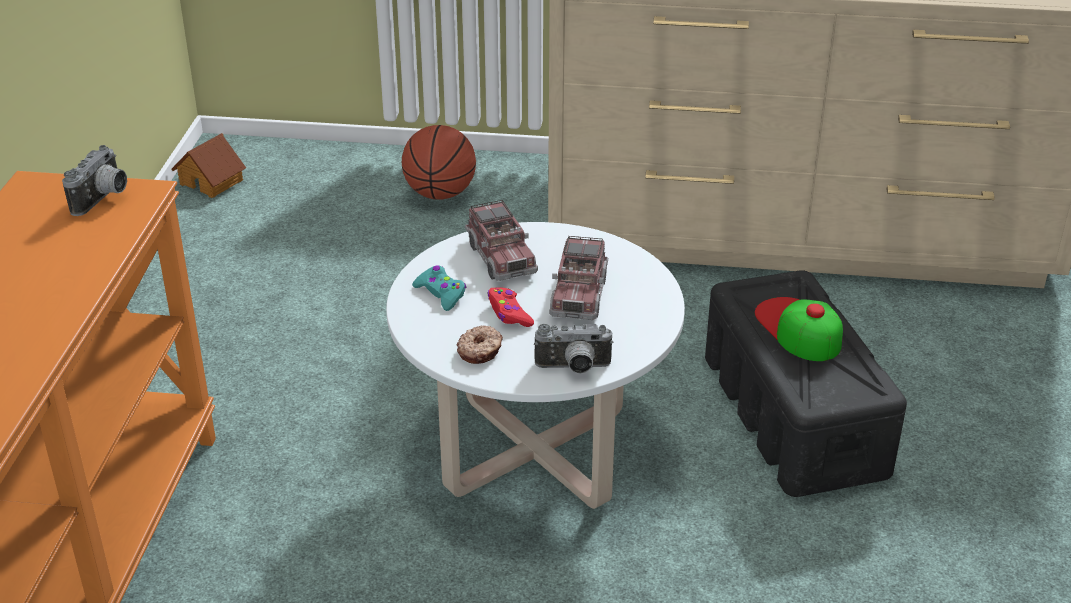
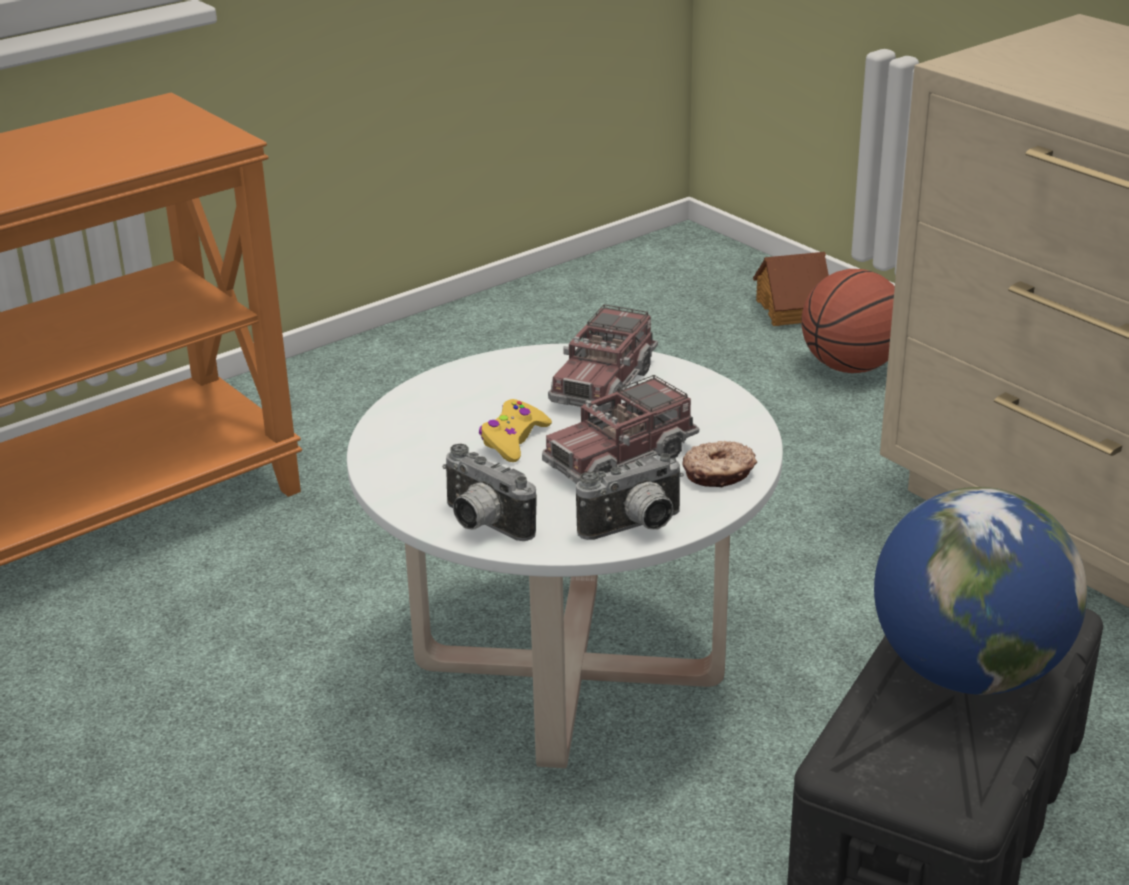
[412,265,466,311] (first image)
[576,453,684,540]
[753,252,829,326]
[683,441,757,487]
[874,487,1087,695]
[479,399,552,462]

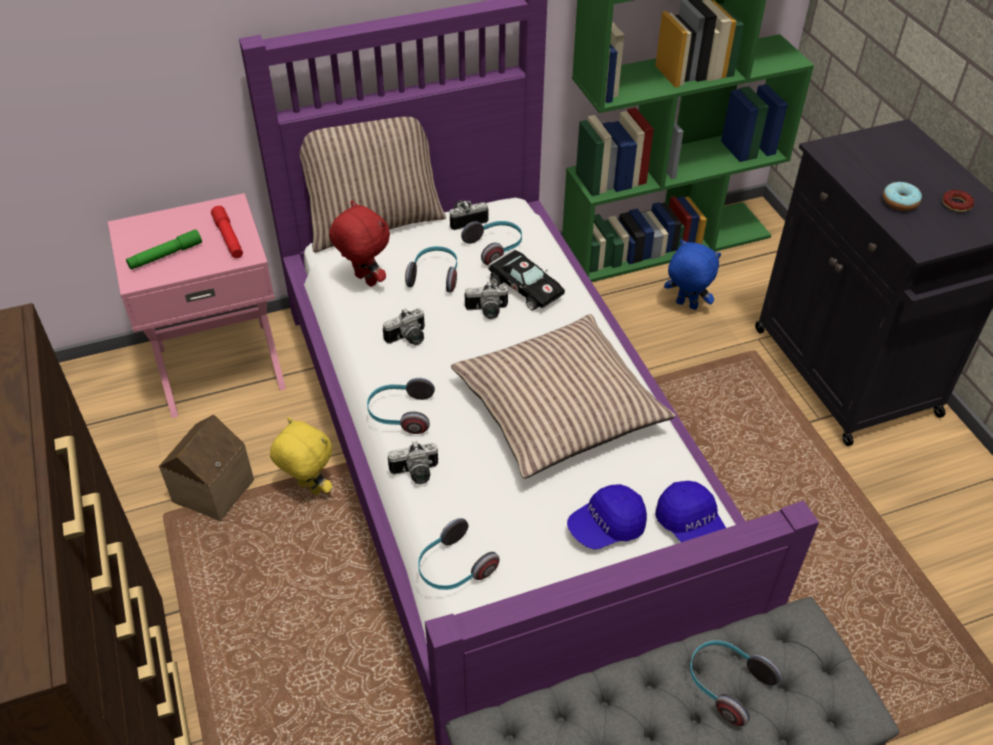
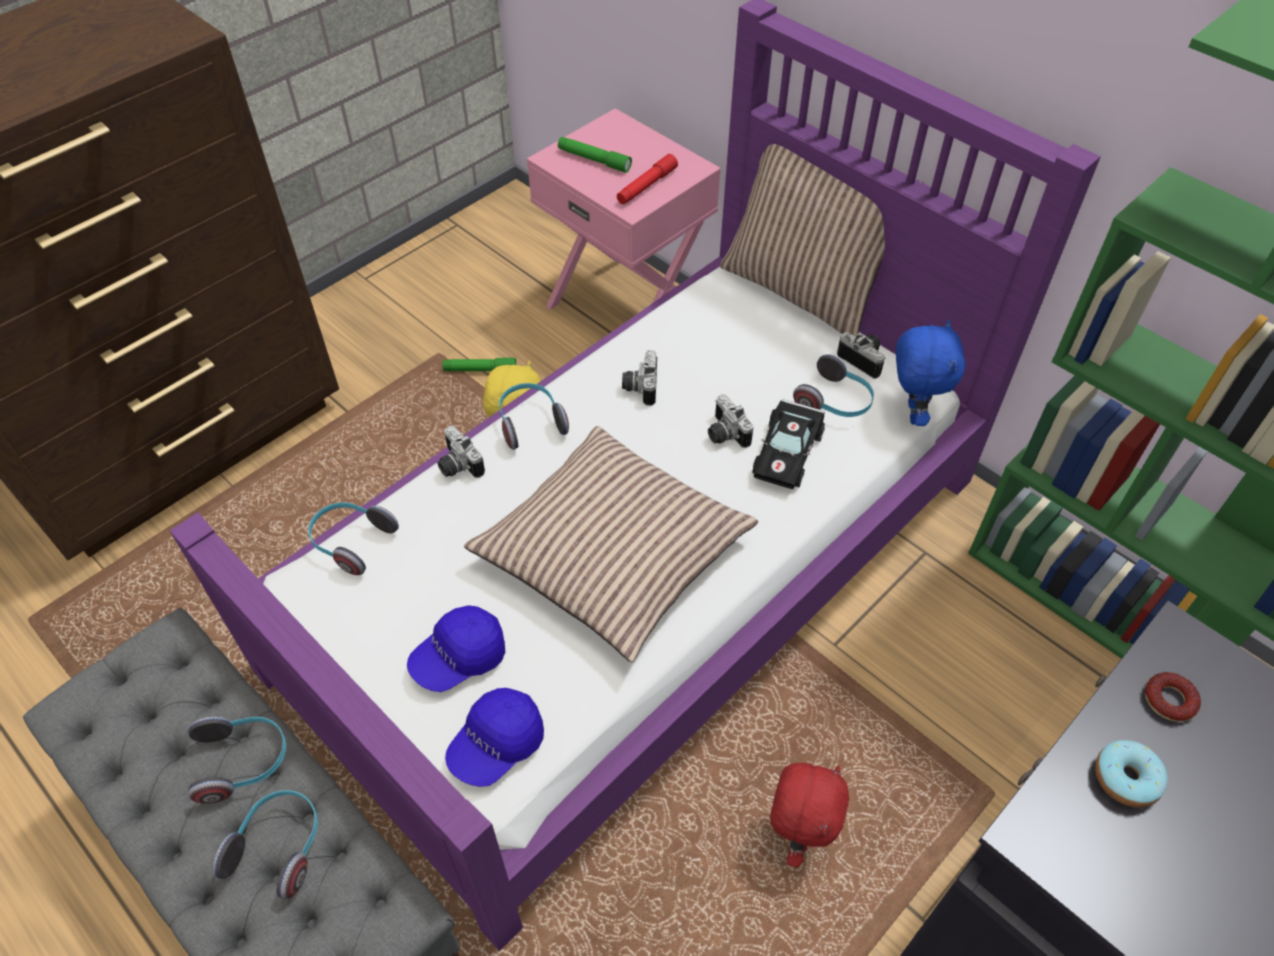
[770,763,849,867]
[188,716,286,804]
[896,319,965,426]
[1145,672,1201,722]
[443,358,516,371]
[622,351,657,406]
[407,605,505,692]

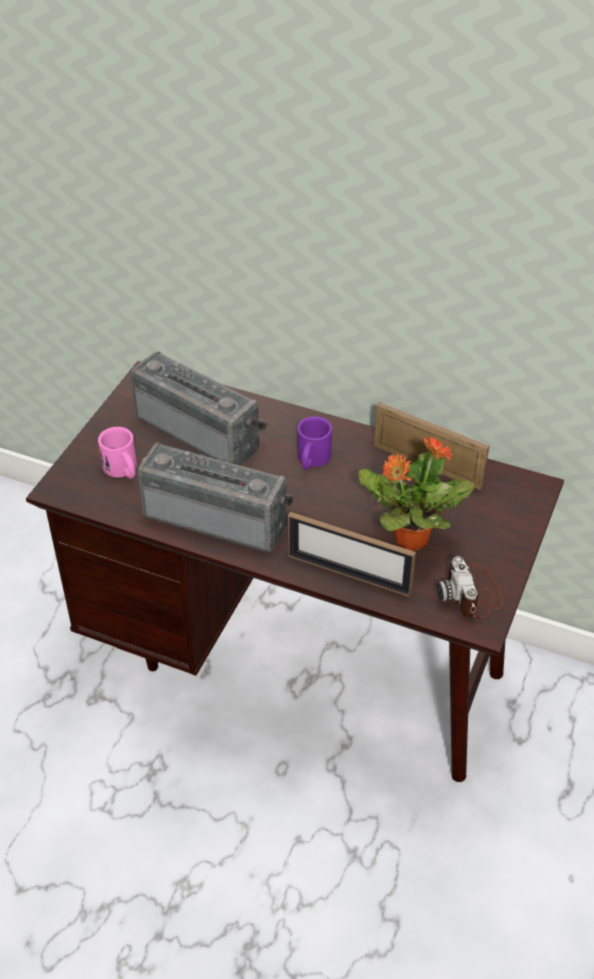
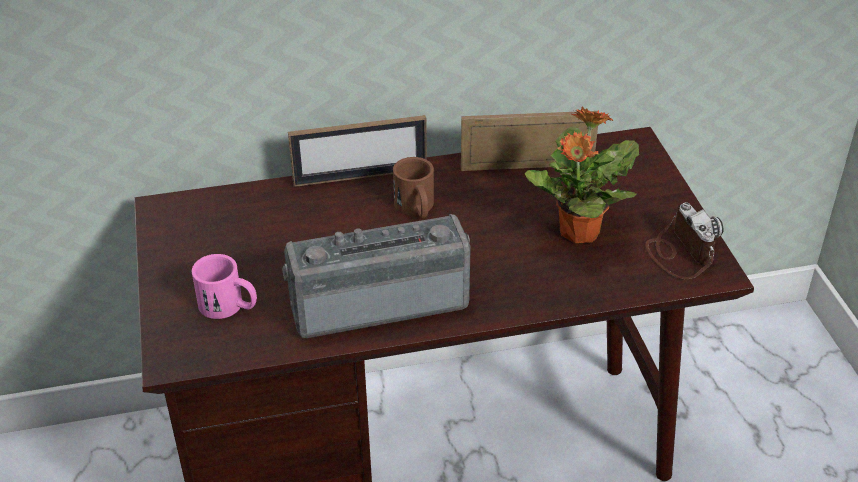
[131,352,268,465] (first image)
[288,115,427,187]
[393,157,434,218]
[645,202,723,279]

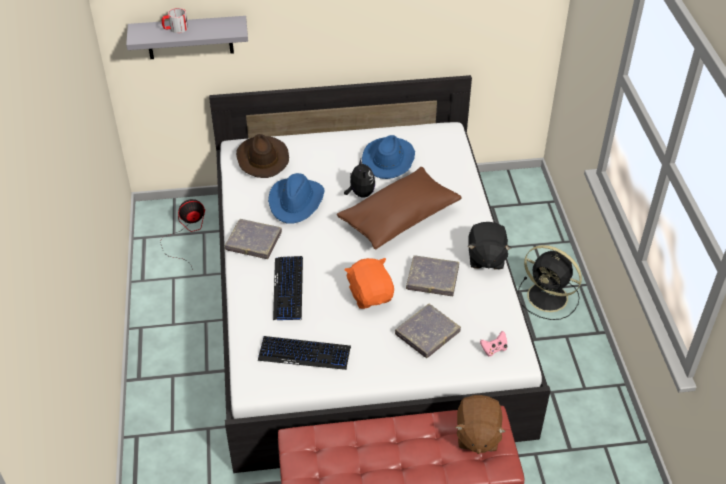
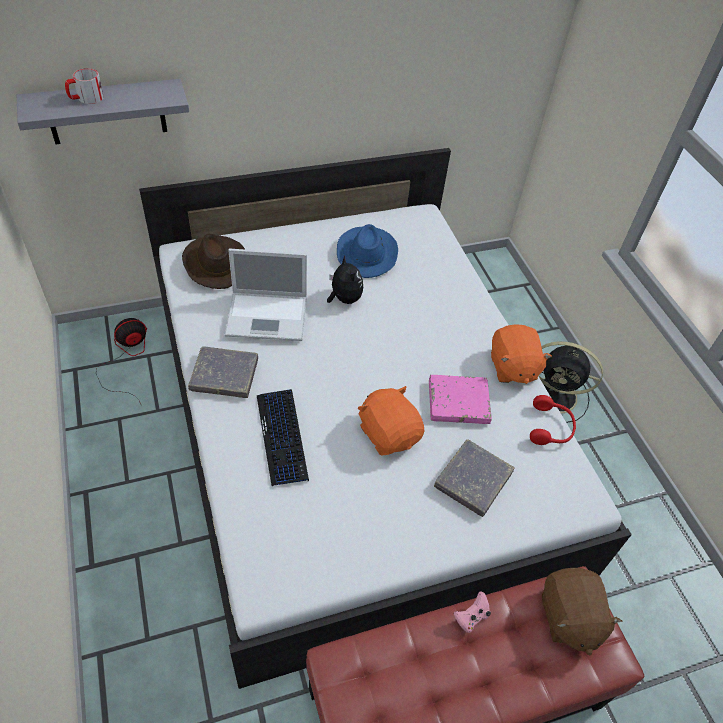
[258,336,351,370] (first image)
[337,167,462,250] (first image)
[530,395,576,445]
[454,591,491,633]
[225,249,307,341]
[429,375,492,424]
[491,324,552,384]

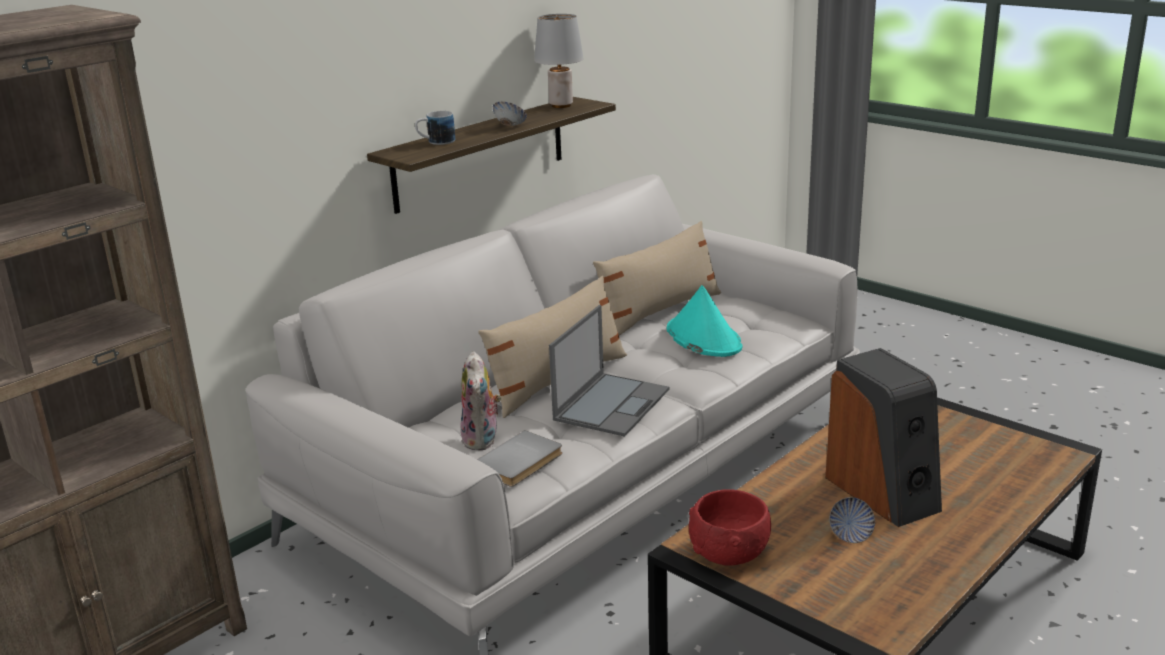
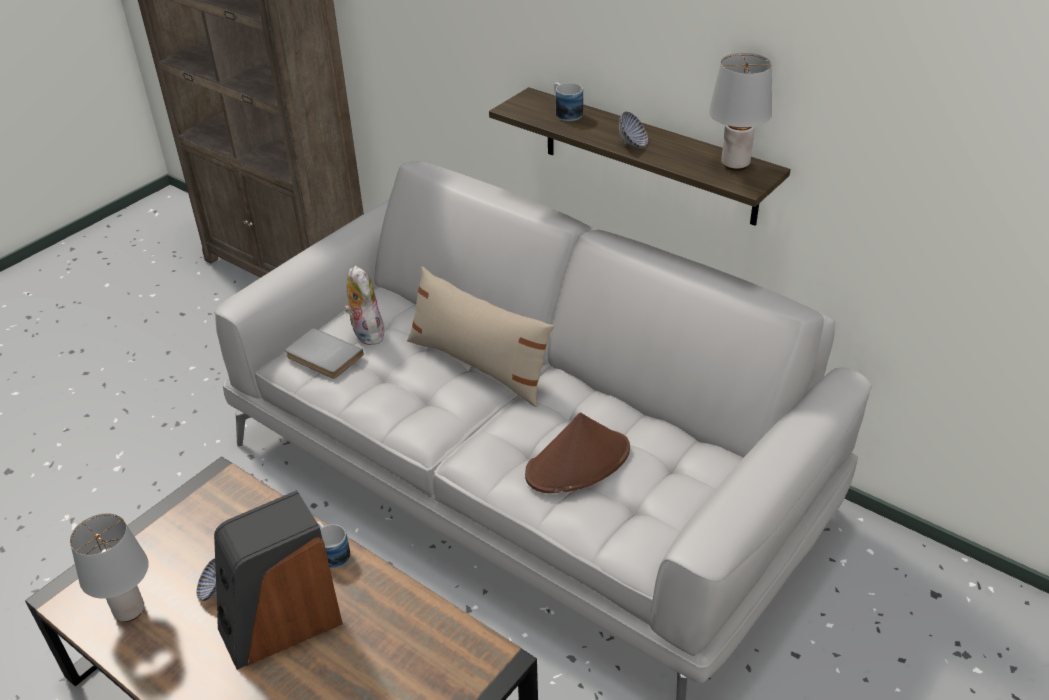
[549,305,669,437] (first image)
[593,221,721,336] (first image)
[689,489,771,566] (first image)
[70,513,149,622]
[317,521,350,568]
[525,413,630,493]
[344,266,384,345]

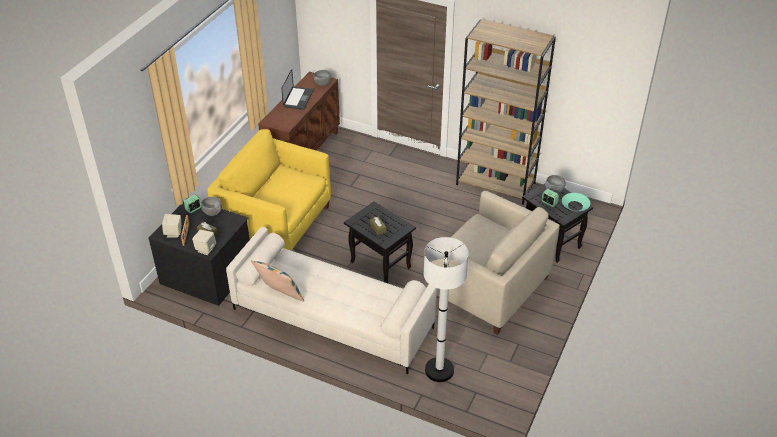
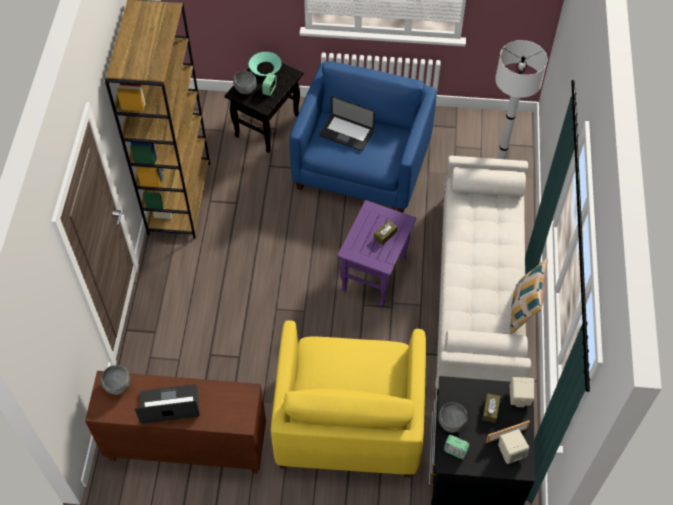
[319,96,375,151]
[337,200,417,306]
[289,61,437,213]

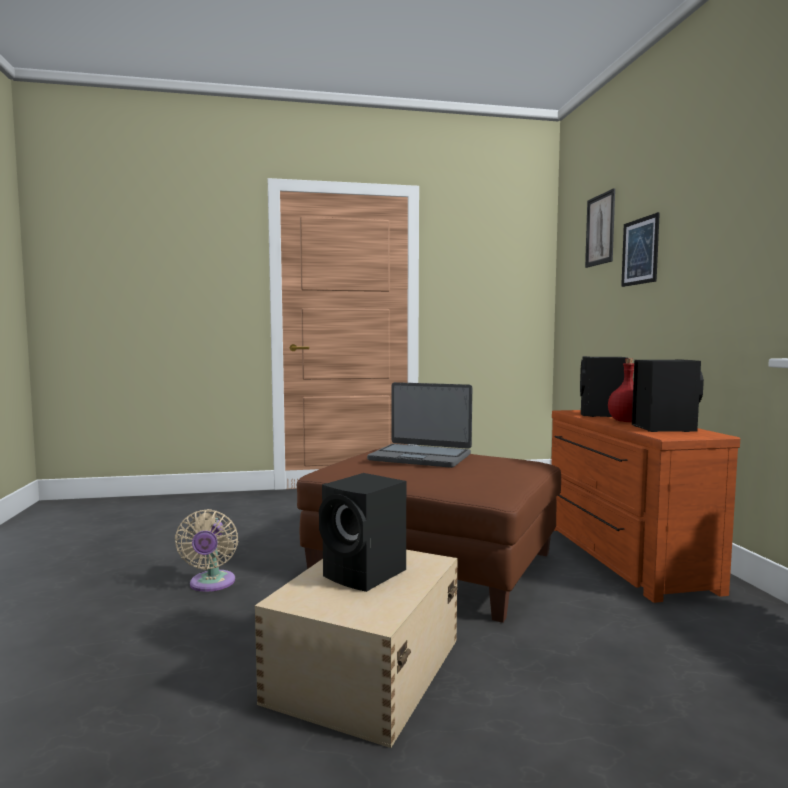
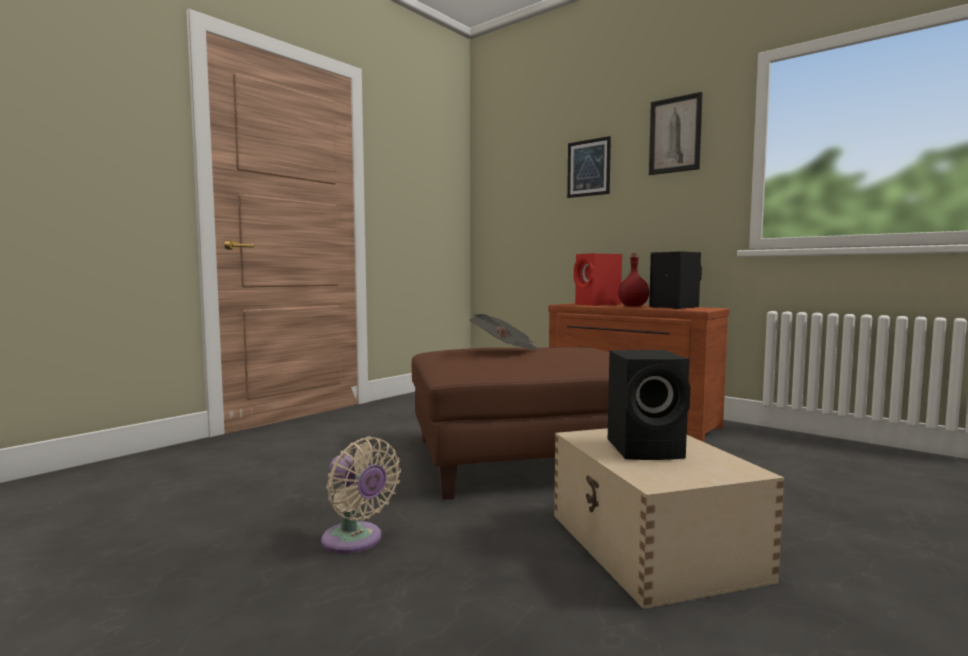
[649,92,702,175]
[470,314,539,349]
[574,253,622,306]

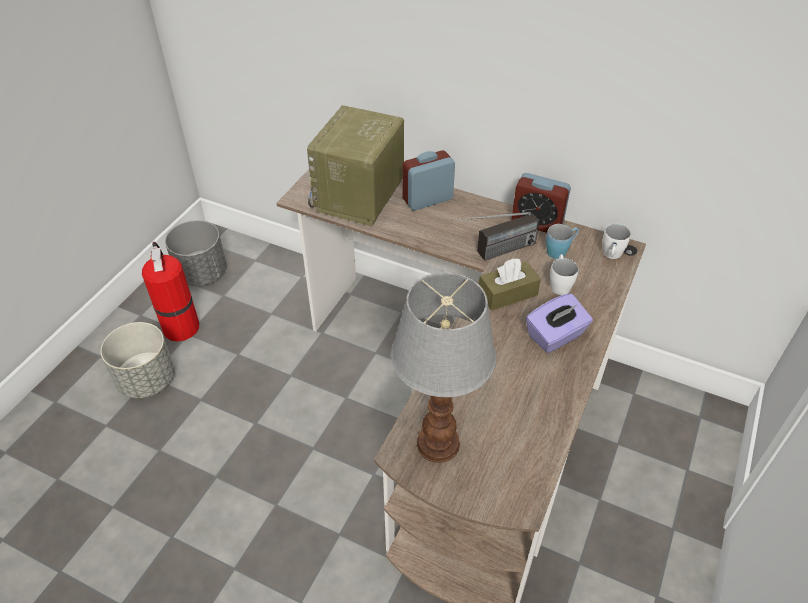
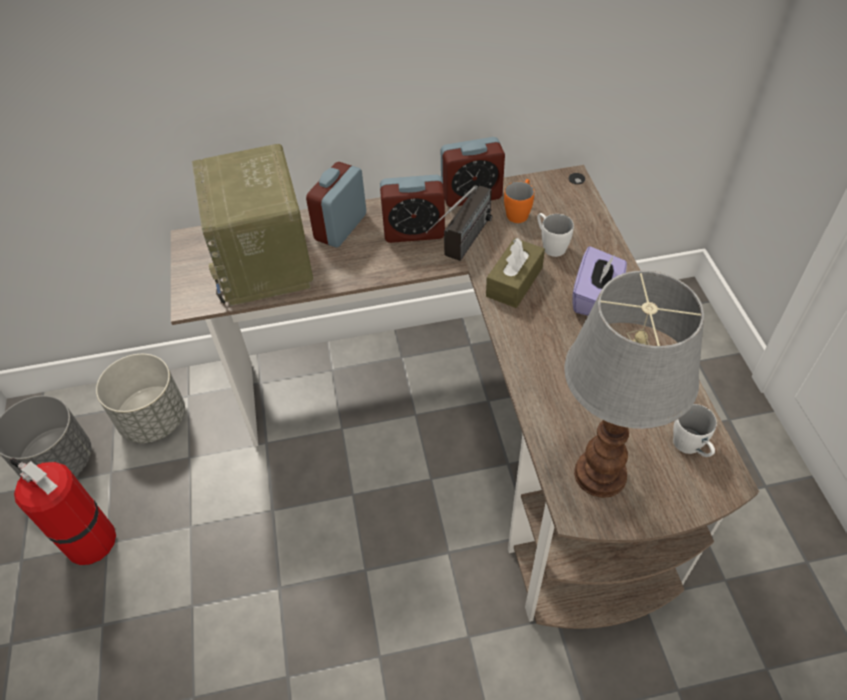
[380,175,445,243]
[96,354,185,443]
[673,404,717,457]
[504,179,534,223]

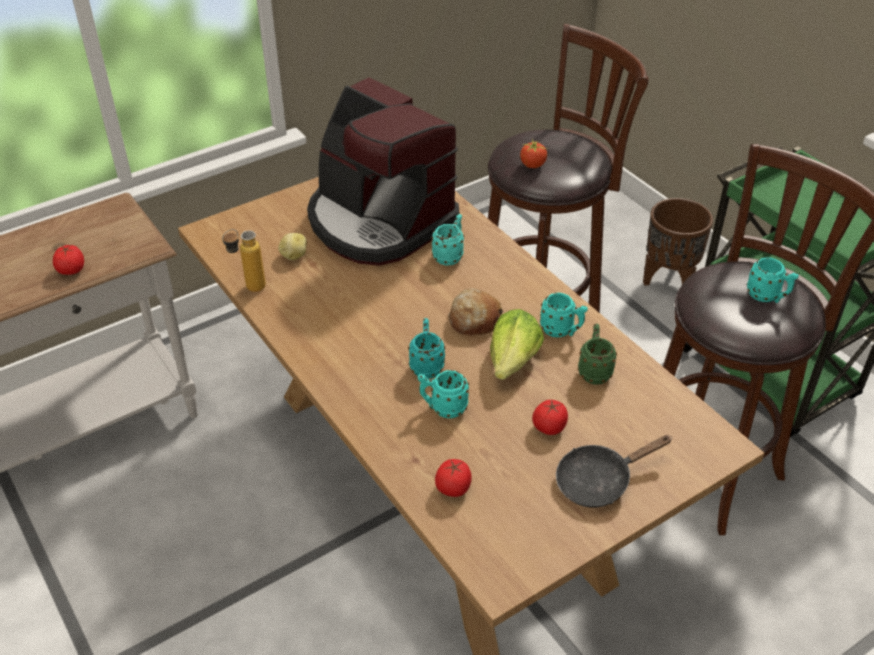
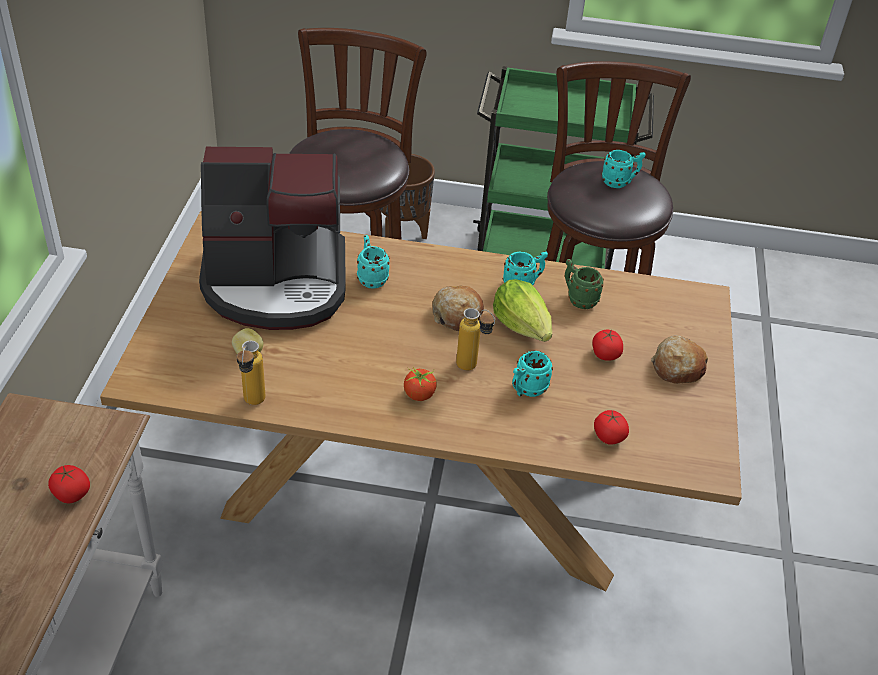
[404,368,437,401]
[456,308,495,371]
[651,335,708,384]

